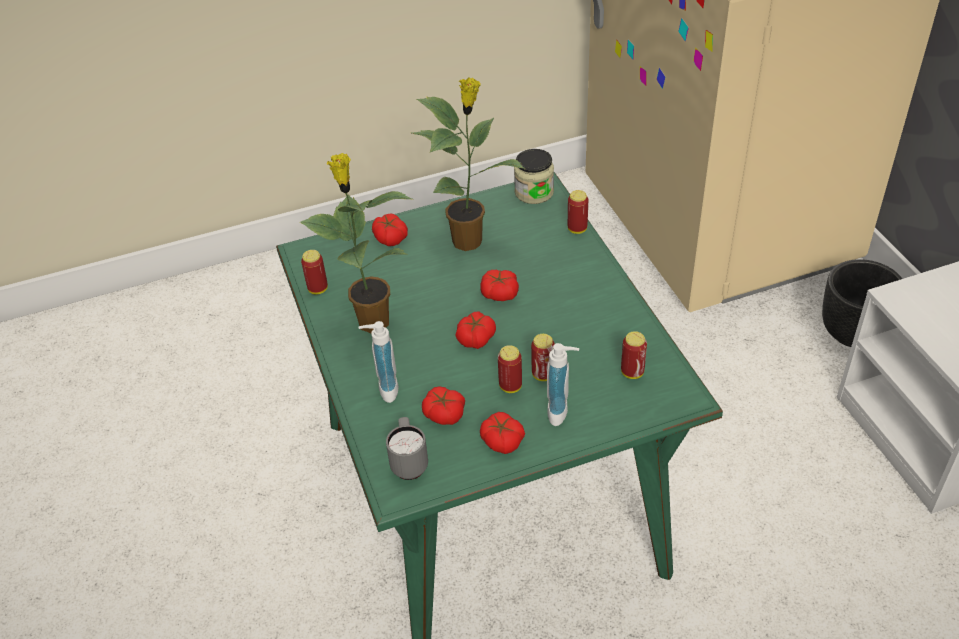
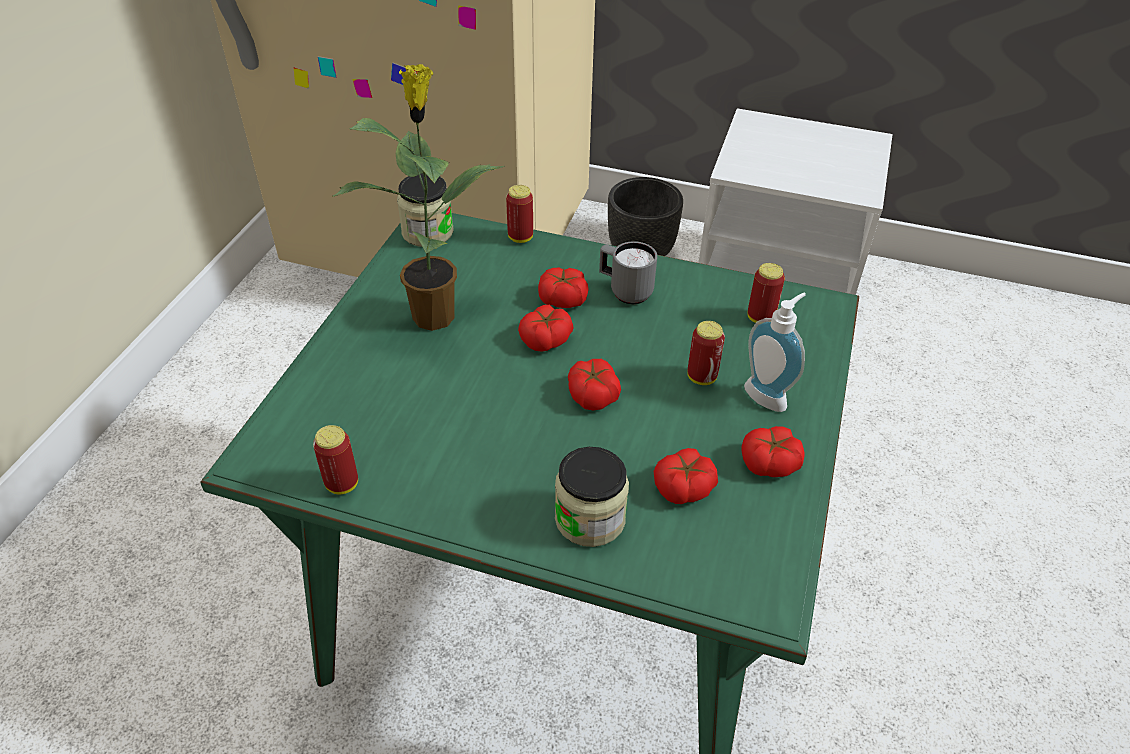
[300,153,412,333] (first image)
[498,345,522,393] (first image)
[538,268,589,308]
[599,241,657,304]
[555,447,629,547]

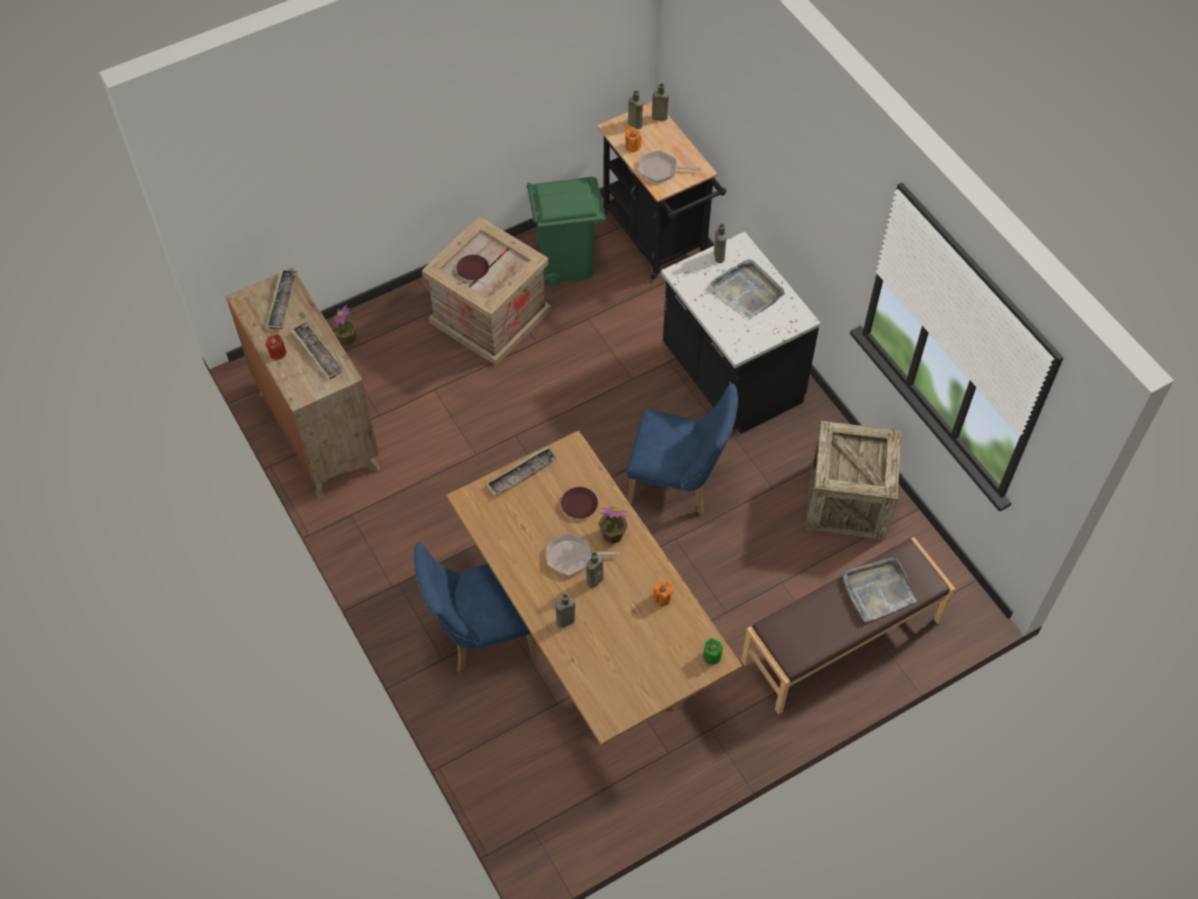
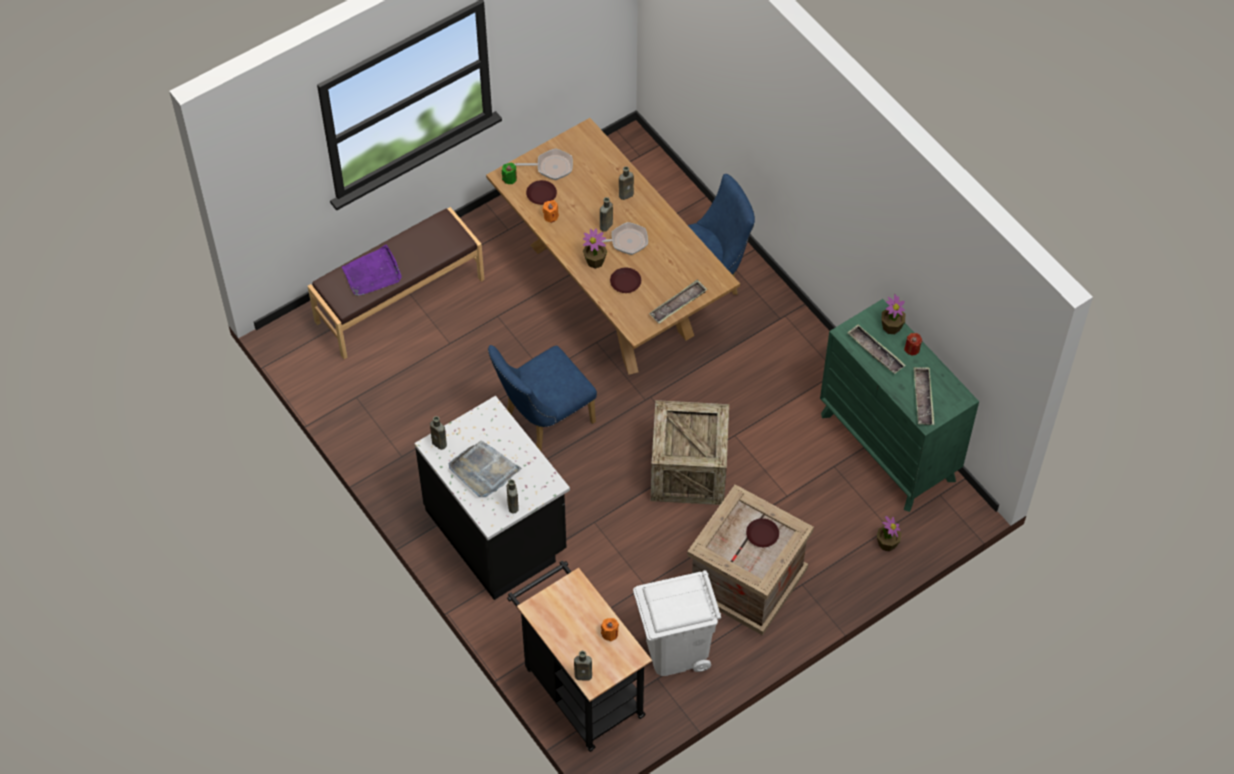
[526,180,557,205]
[881,294,905,334]
[430,416,447,450]
[515,148,573,180]
[651,400,729,505]
[820,299,979,512]
[633,570,721,676]
[342,244,402,296]
[488,345,597,451]

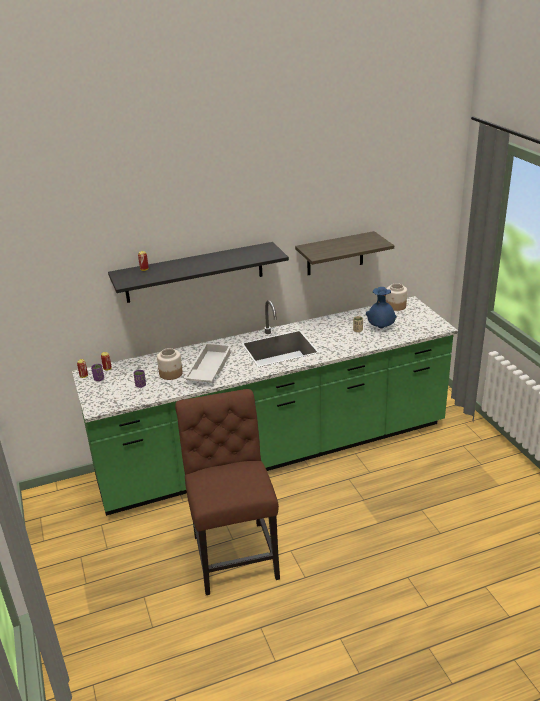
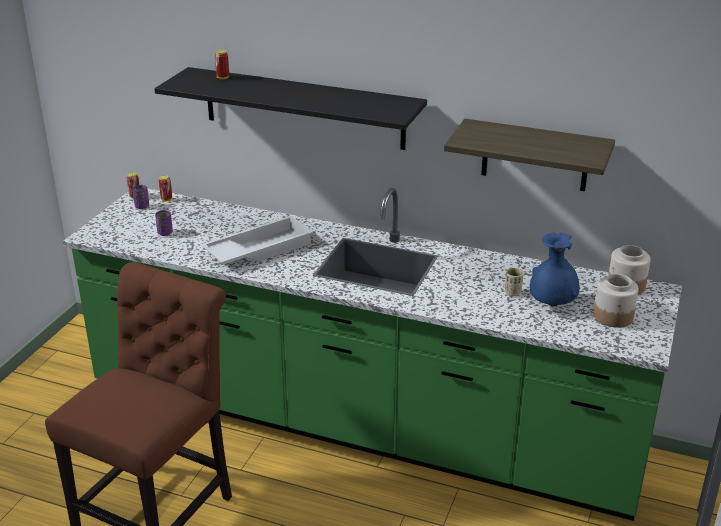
[594,274,639,328]

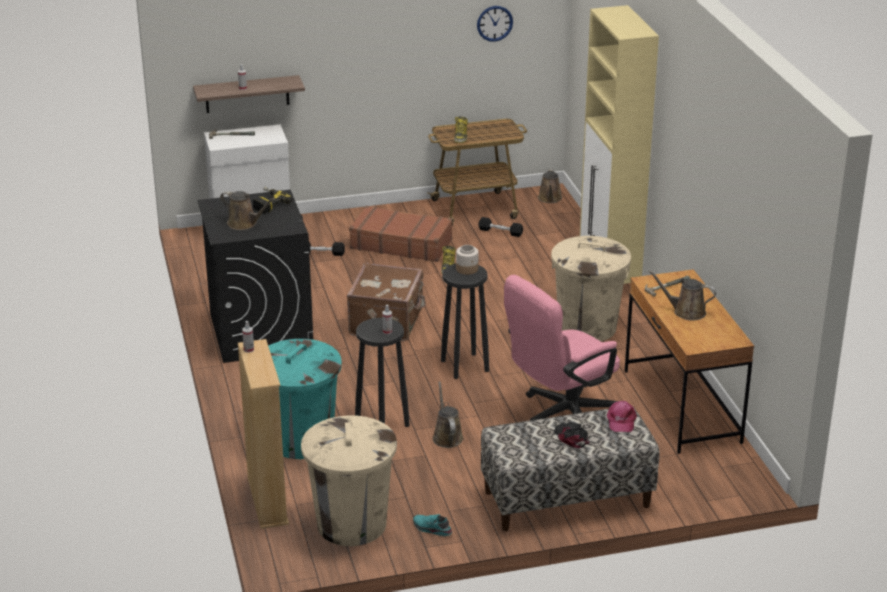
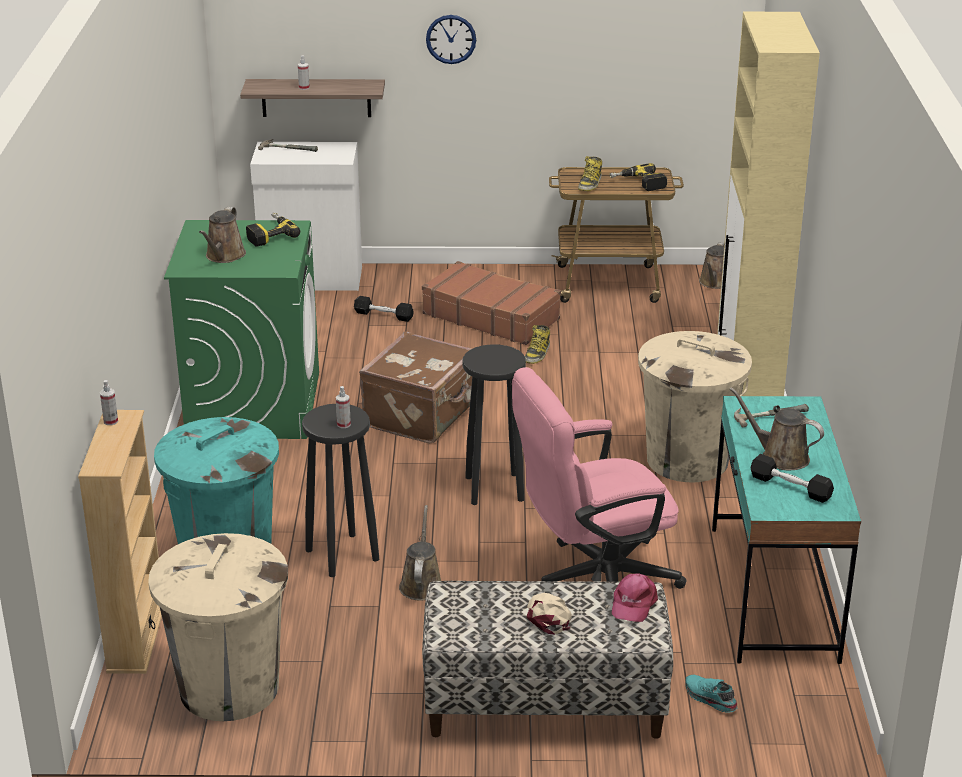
[456,245,479,275] (first image)
[610,163,667,191]
[686,675,738,713]
[426,15,476,64]
[751,454,834,503]
[164,220,319,439]
[527,593,572,634]
[712,396,861,664]
[199,207,246,263]

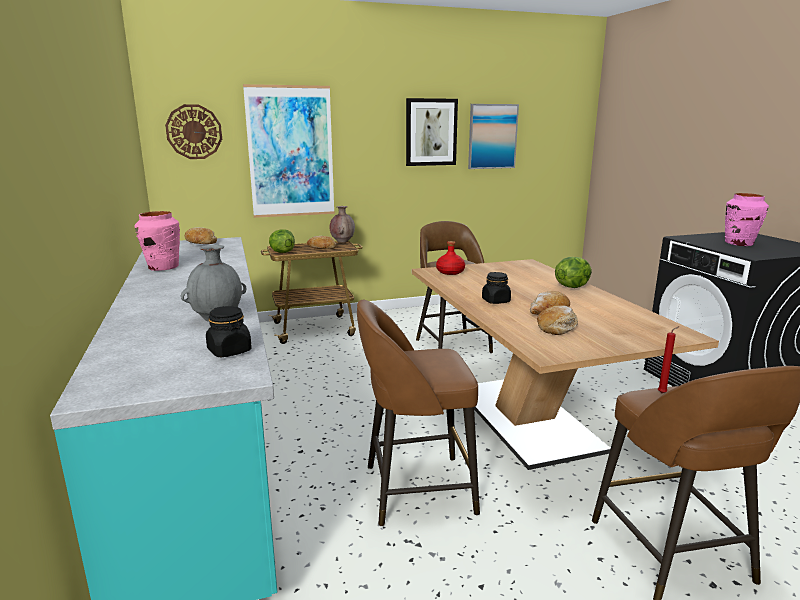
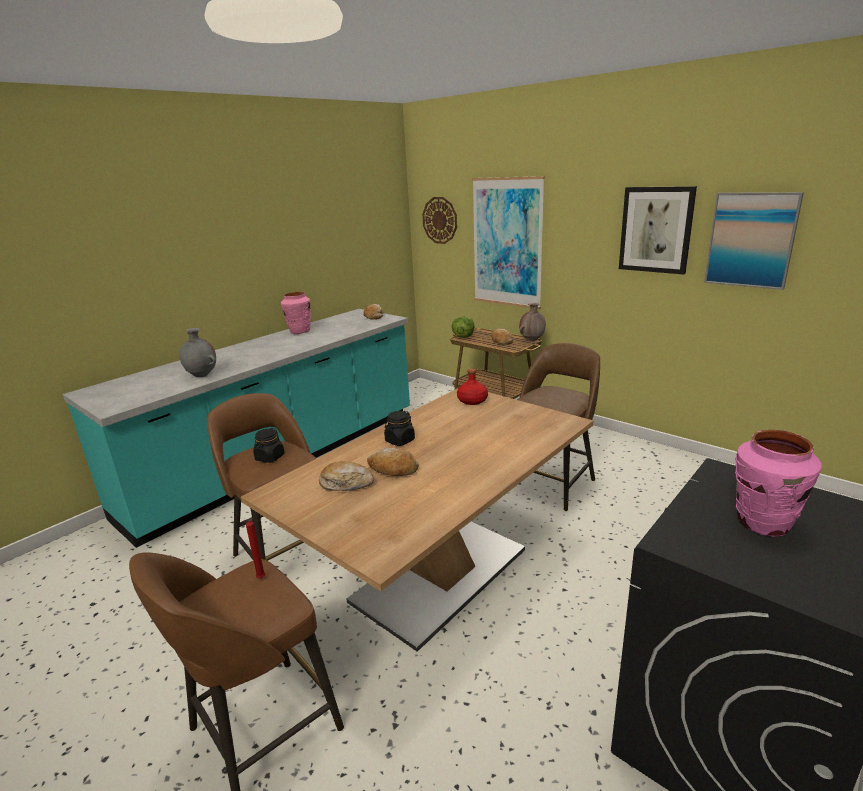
[555,257,592,288] (first image)
[253,428,285,463]

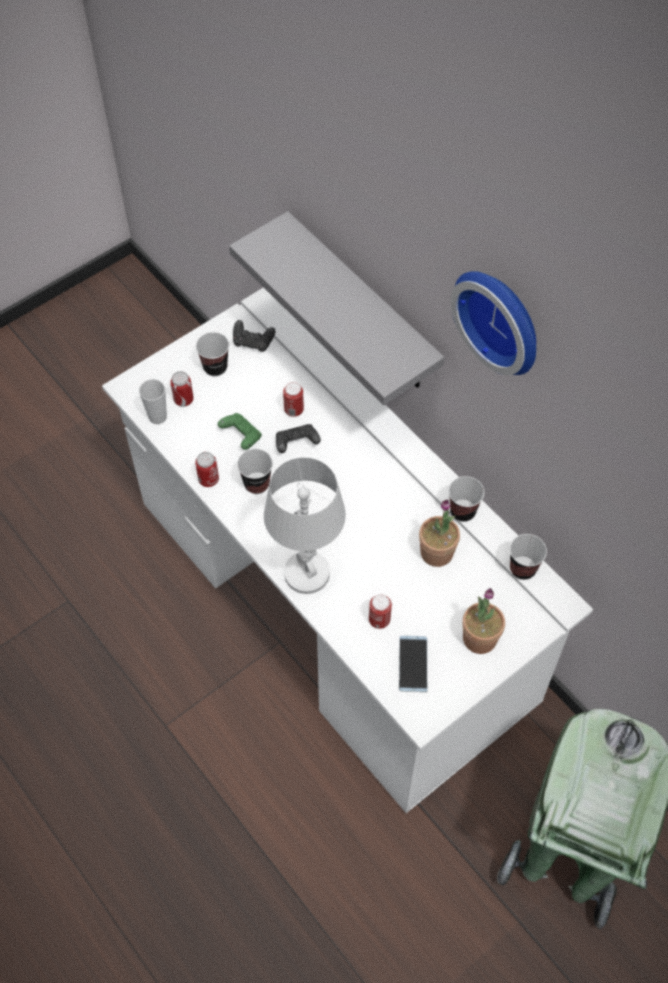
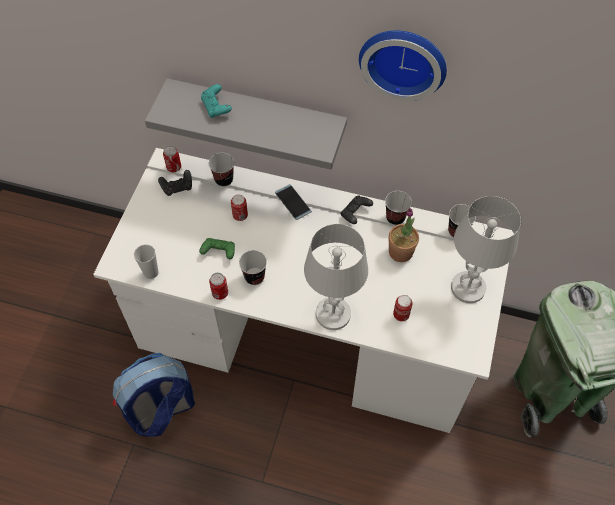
[113,353,195,437]
[201,84,232,118]
[163,146,181,173]
[209,153,234,187]
[341,196,373,224]
[275,184,312,220]
[451,196,521,303]

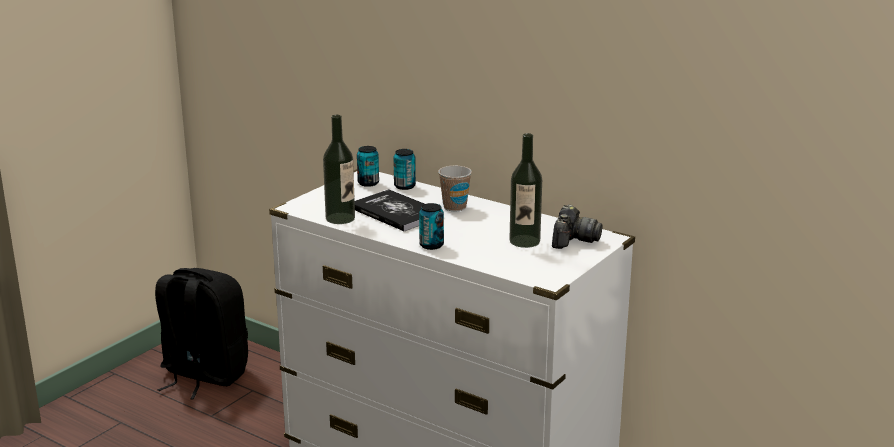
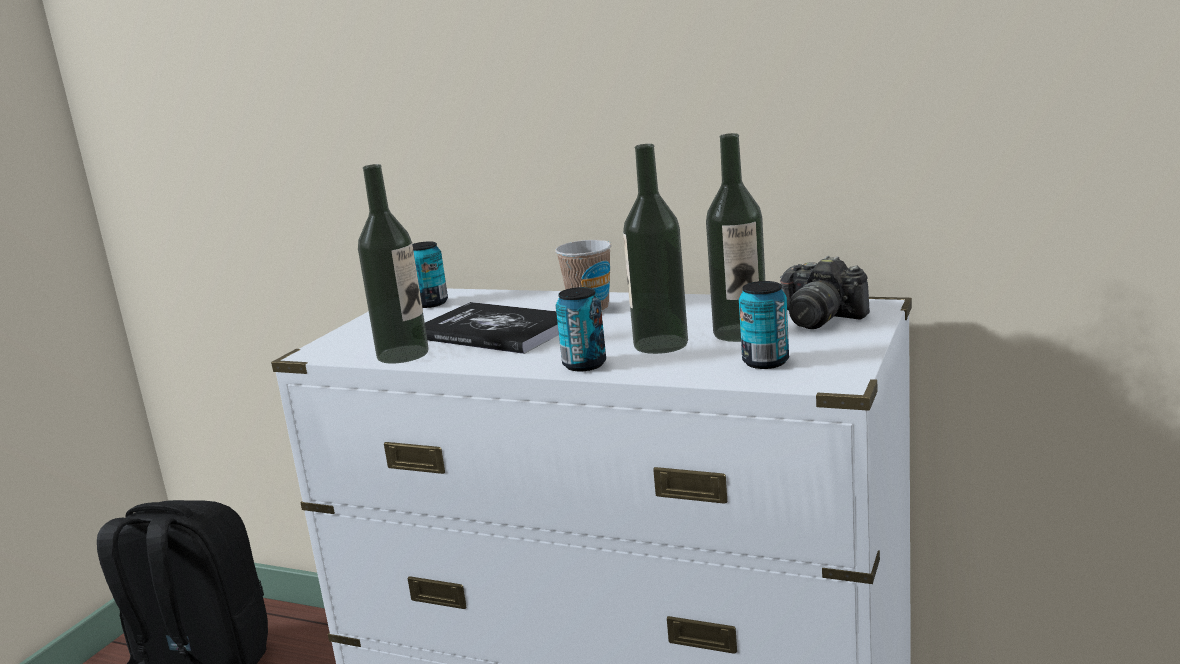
[623,144,688,354]
[739,281,789,369]
[780,256,870,329]

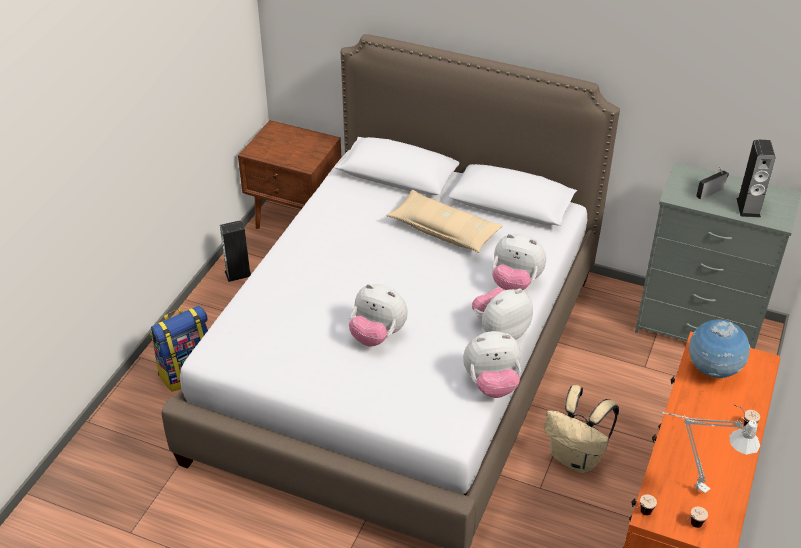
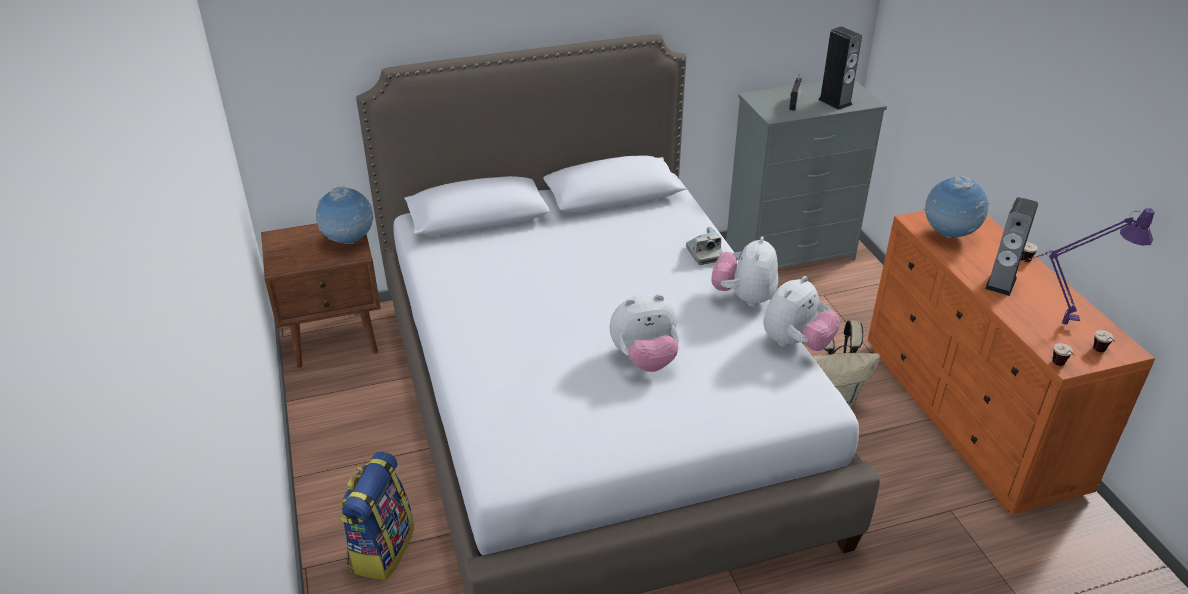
[386,190,503,253] (first image)
[316,186,373,244]
[985,197,1038,296]
[686,227,723,265]
[1014,208,1155,324]

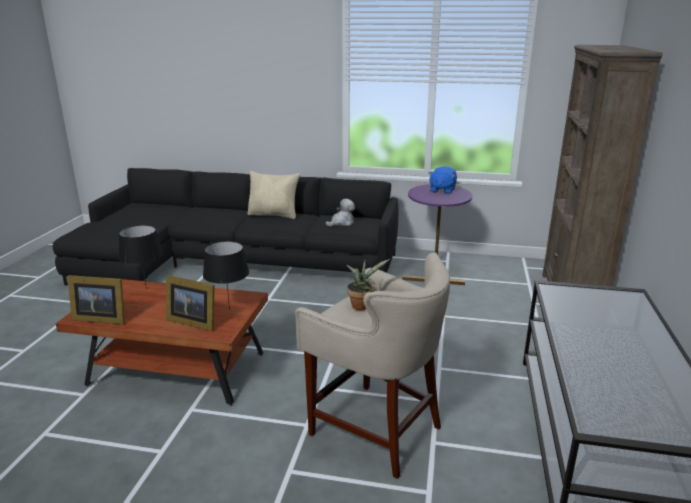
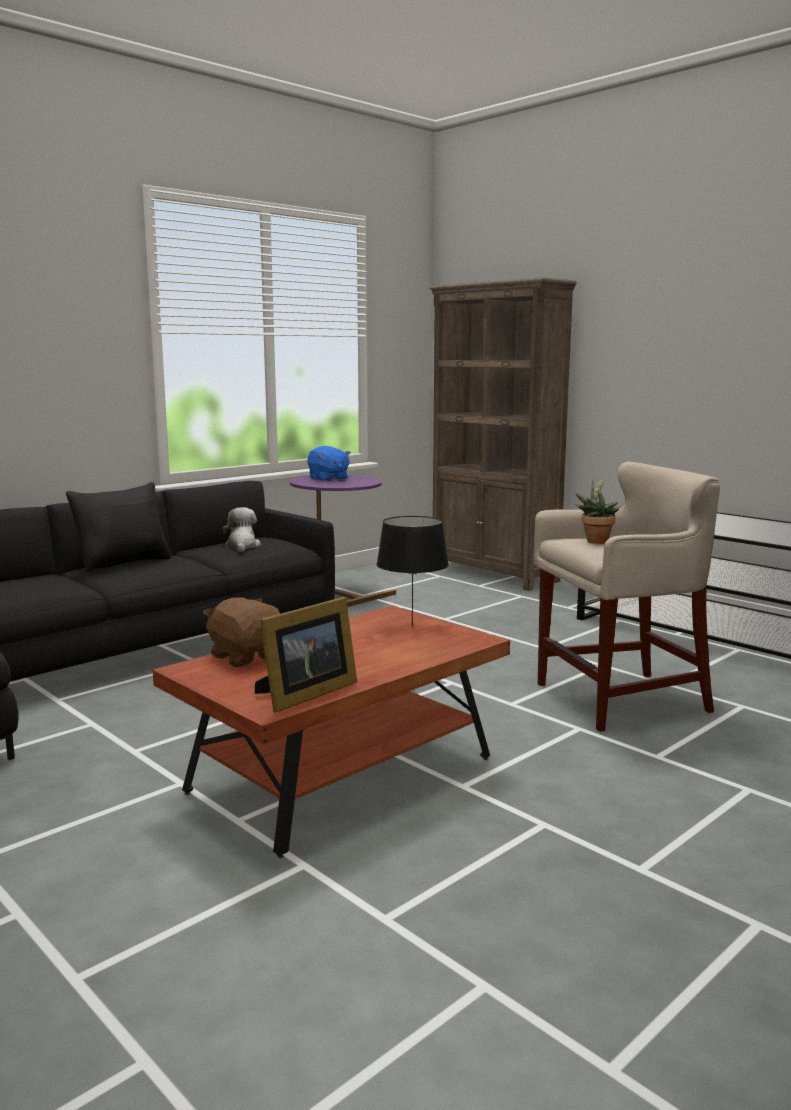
[166,275,214,331] (first image)
[203,597,280,667]
[66,482,172,571]

